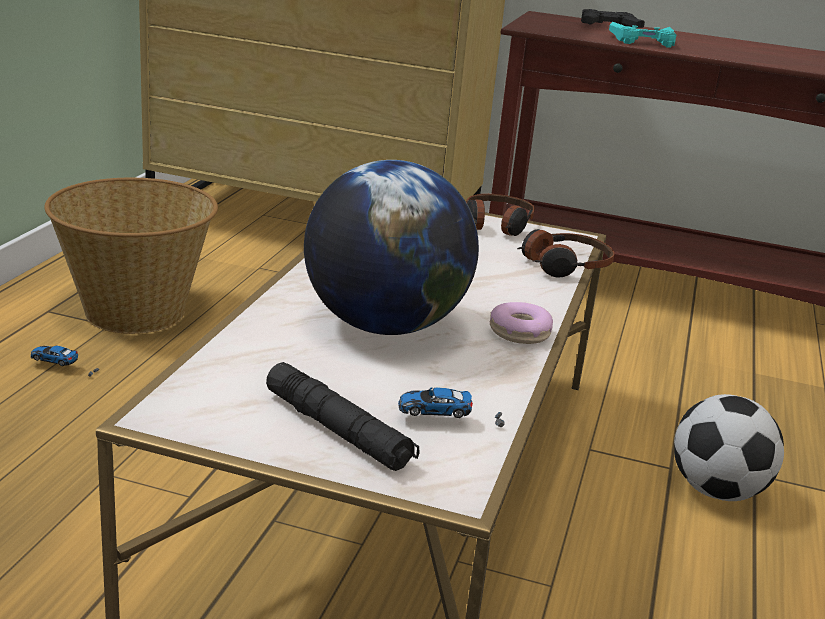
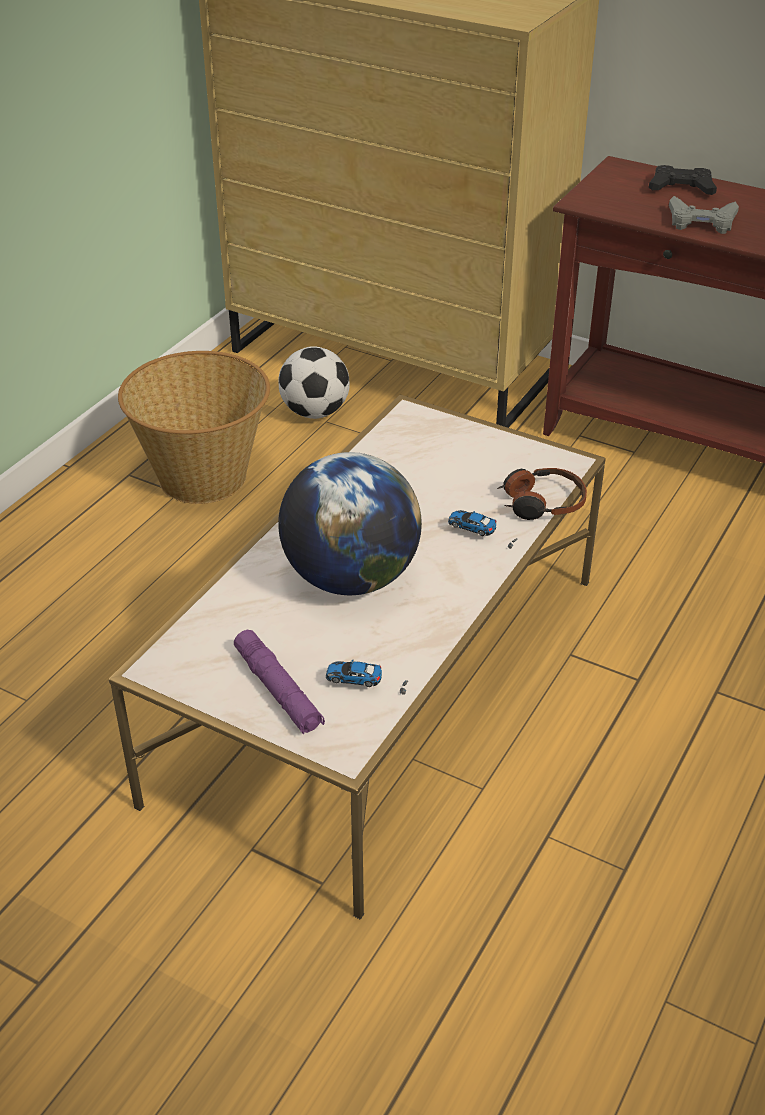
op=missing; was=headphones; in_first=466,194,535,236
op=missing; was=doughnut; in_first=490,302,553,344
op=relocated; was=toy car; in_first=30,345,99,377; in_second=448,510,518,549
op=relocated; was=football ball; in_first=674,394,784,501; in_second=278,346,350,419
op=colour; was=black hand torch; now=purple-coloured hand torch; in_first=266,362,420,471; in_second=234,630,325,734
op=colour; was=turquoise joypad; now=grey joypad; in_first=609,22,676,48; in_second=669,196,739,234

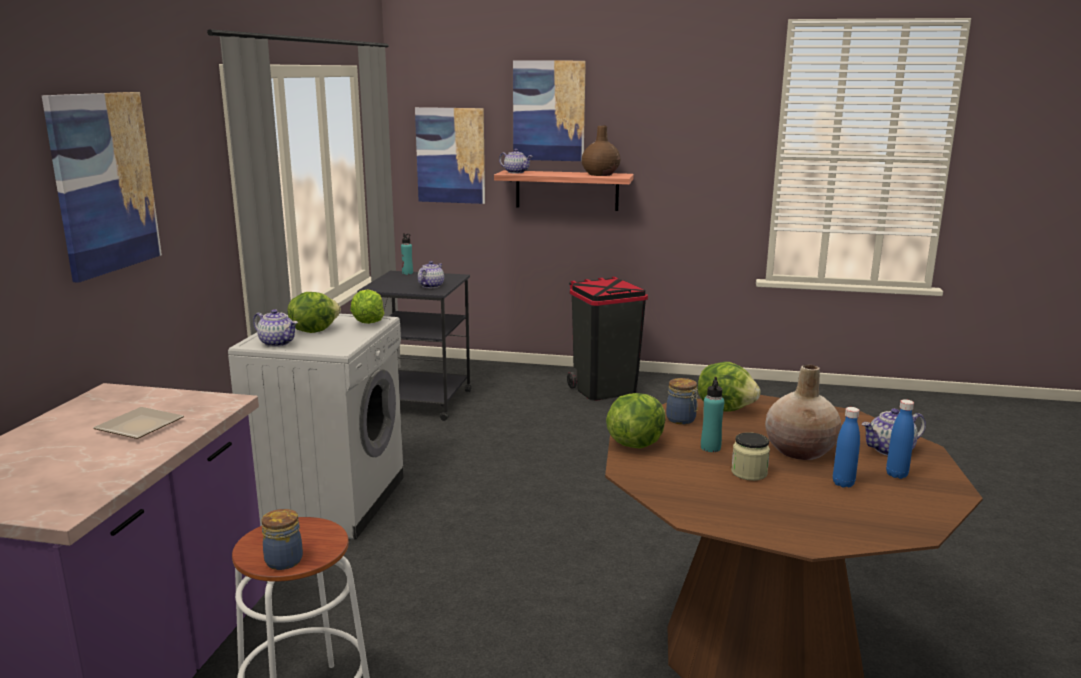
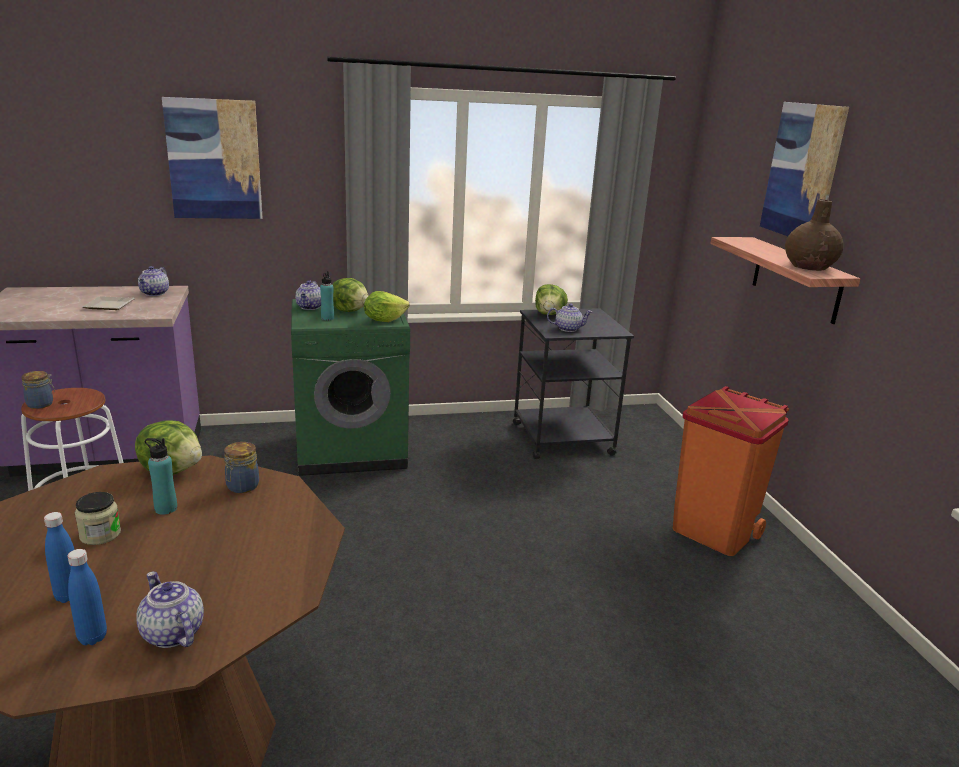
op=missing; was=wall art; in_first=415,107,485,204
op=missing; was=sand-coloured flower vase; in_first=765,365,842,460
op=relocated; was=turquoise drink bottle; in_first=401,233,413,275; in_second=320,271,334,320
op=relocated; was=tea pot; in_first=499,149,533,173; in_second=138,266,169,296
op=relocated; was=lettuce head; in_first=698,362,760,412; in_second=535,284,568,315
op=colour; was=white laundry appliance; now=green laundry appliance; in_first=228,314,404,540; in_second=291,299,410,476
op=colour; was=black trash can; now=orange trash can; in_first=567,277,648,401; in_second=673,386,789,556

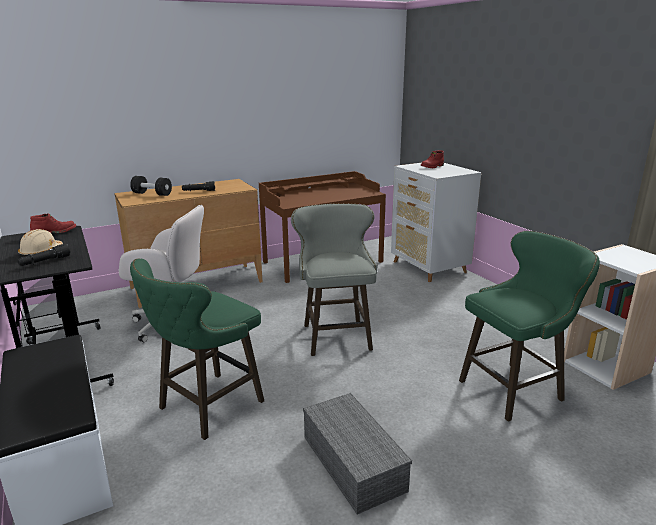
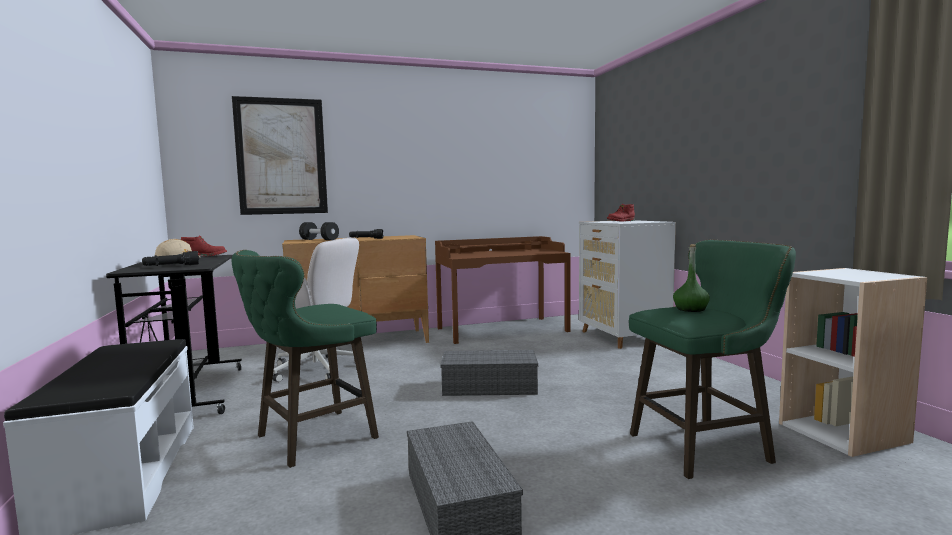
op=appeared; now=wall art; in_second=232,96,328,215
op=appeared; now=green drink bottle; in_second=673,244,710,312
op=exchanged; was=grey stool; now=grey storage container; in_first=291,203,377,356; in_second=440,350,538,396

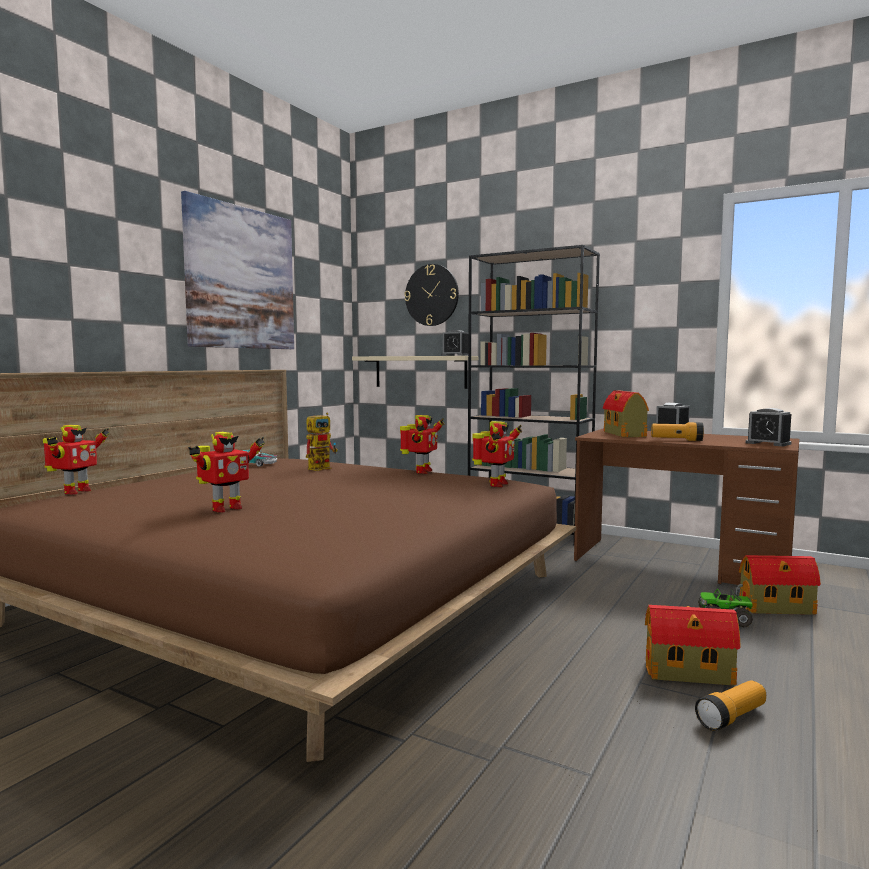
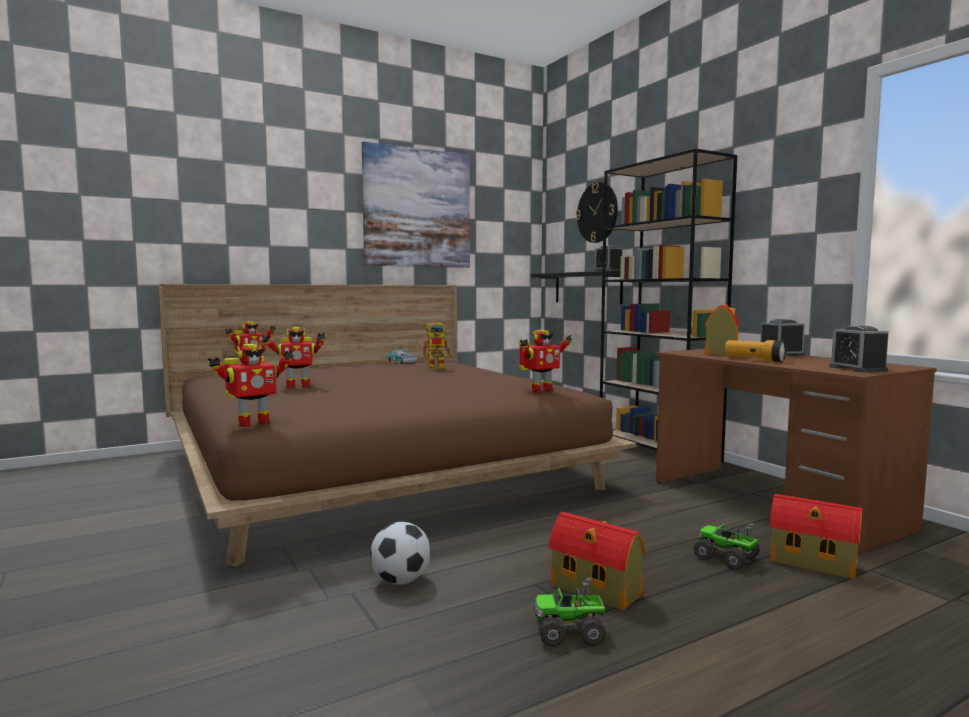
op=appeared; now=football ball; in_second=370,522,431,585
op=relocated; was=toy robot; in_first=400,415,444,474; in_second=208,344,294,427
op=exchanged; was=hand torch; now=toy truck; in_first=695,680,766,731; in_second=534,578,606,647
op=colour; was=sand-coloured wall shelf; now=black wall shelf; in_first=352,356,478,389; in_second=531,271,623,304

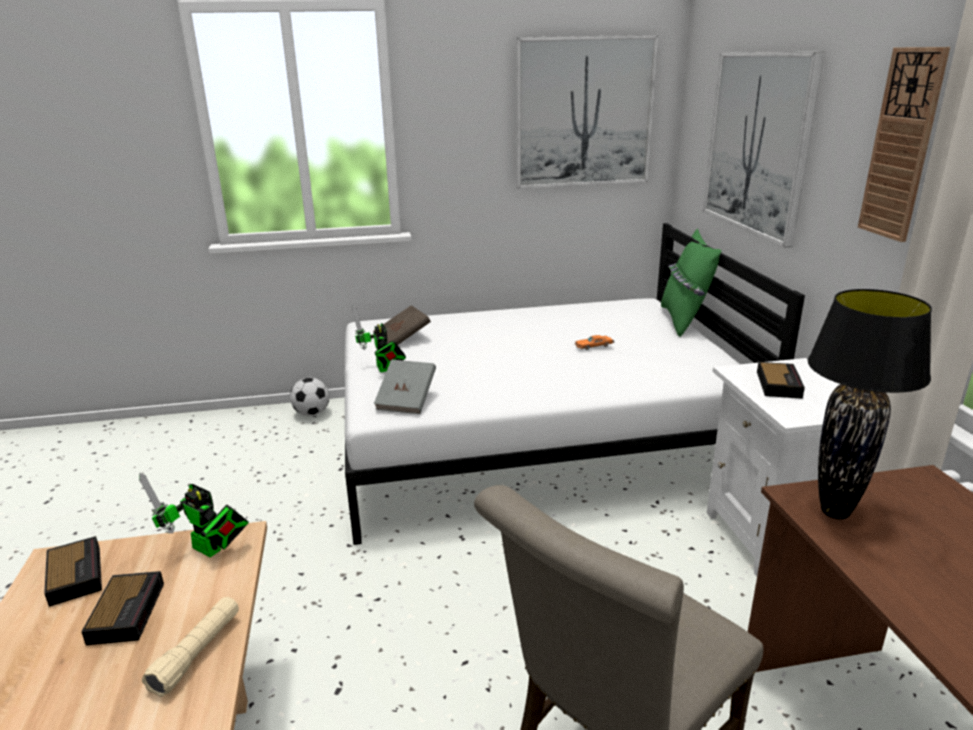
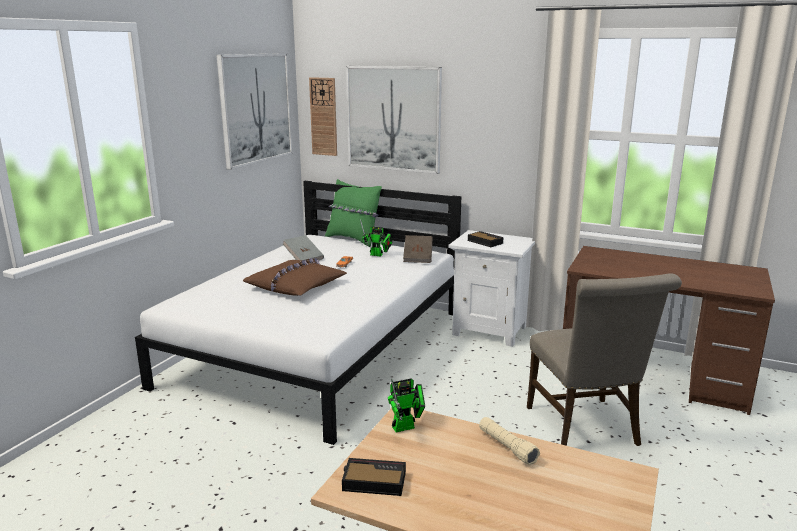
op=missing; was=bedside clock; in_first=82,571,164,645
op=missing; was=football ball; in_first=290,378,330,416
op=missing; was=black lamp for a table; in_first=808,289,932,519
op=appeared; now=brown-coloured pillow; in_second=243,258,347,296
op=relocated; was=toy robot; in_first=352,305,406,372; in_second=360,219,392,256
op=relocated; was=brown-coloured bound book; in_first=373,305,431,345; in_second=403,235,433,263
op=relocated; was=grey bound book; in_first=374,359,436,414; in_second=283,235,324,260
op=relocated; was=hanging clock; in_first=858,47,950,242; in_second=309,77,337,156

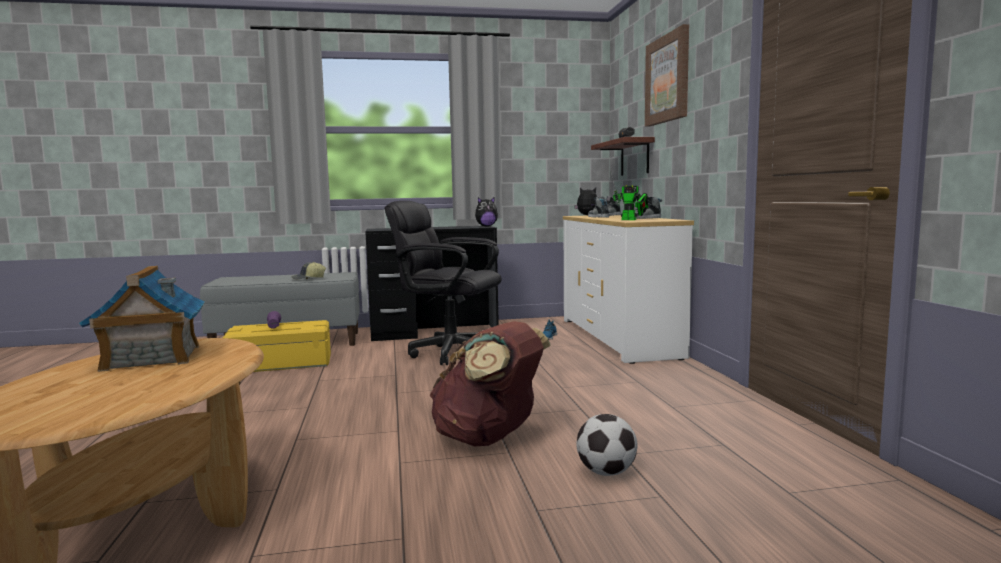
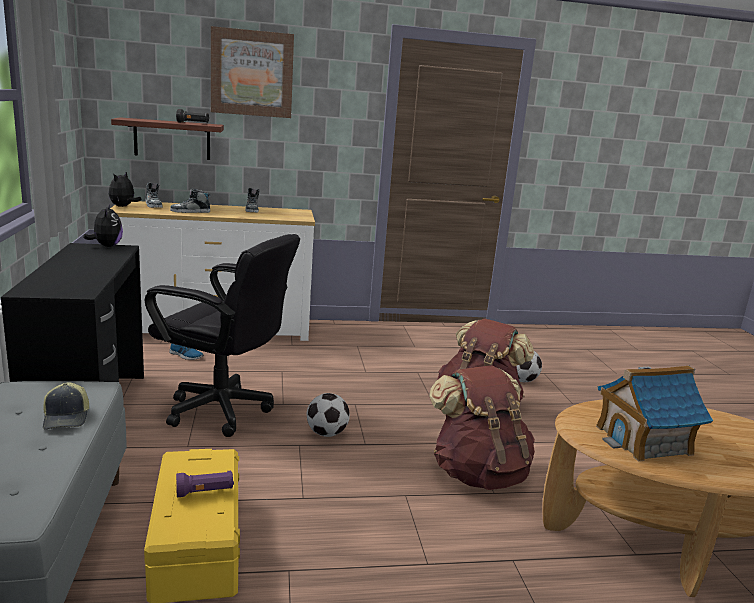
op=missing; was=toy robot; in_first=611,173,649,220
op=appeared; now=football ball; in_second=307,393,350,437
op=appeared; now=brown-coloured backpack; in_second=429,365,535,490
op=spun; was=black desk chair; in_first=385,201,502,365; in_second=145,234,300,437; clockwise=-90

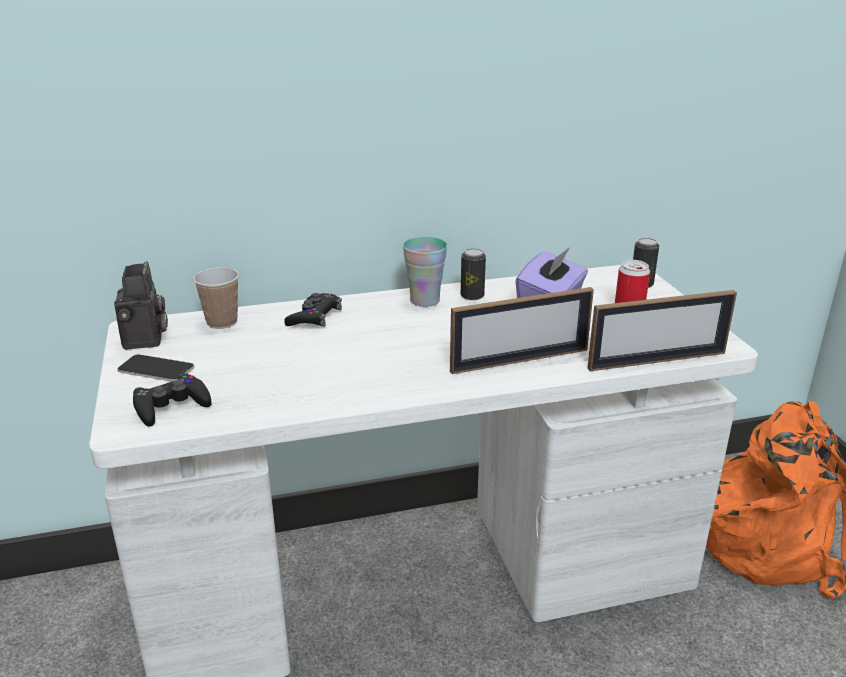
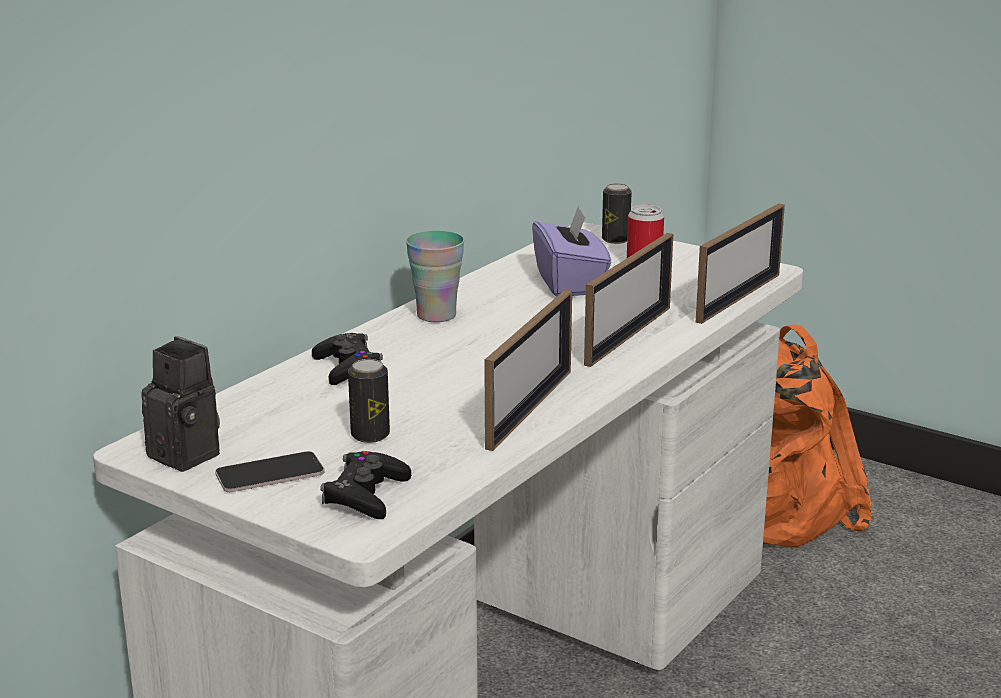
op=missing; was=small cup; in_first=193,267,239,329
op=appeared; now=standing frame; in_second=484,290,572,451
op=relocated; was=can; in_first=461,248,486,300; in_second=348,359,390,443

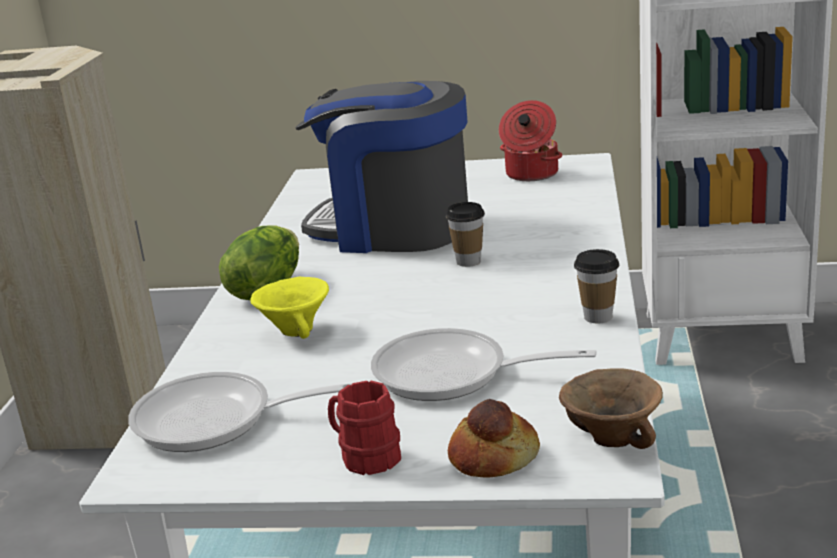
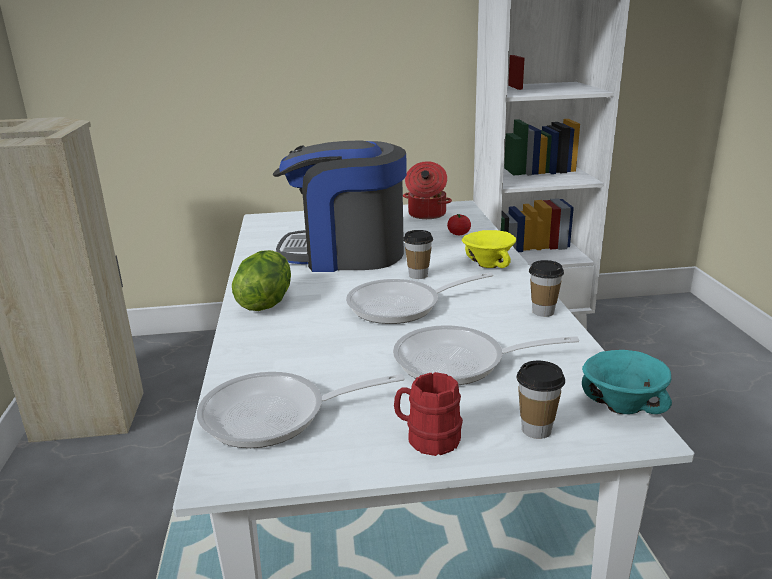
op=appeared; now=pan; in_second=346,272,493,324
op=appeared; now=tomato; in_second=447,214,471,235
op=relocated; was=yellow-coloured bowl; in_first=250,277,329,339; in_second=462,230,516,268
op=exchanged; was=baked bread; now=small cup; in_first=448,399,540,477; in_second=516,361,565,439
op=colour; was=brown-coloured bowl; now=turquoise bowl; in_first=559,368,663,449; in_second=582,350,672,414

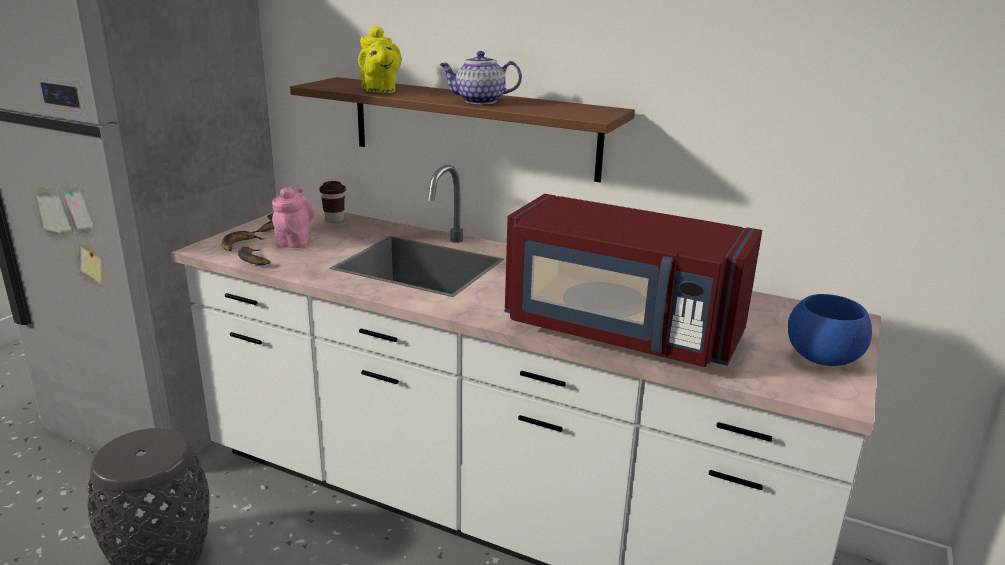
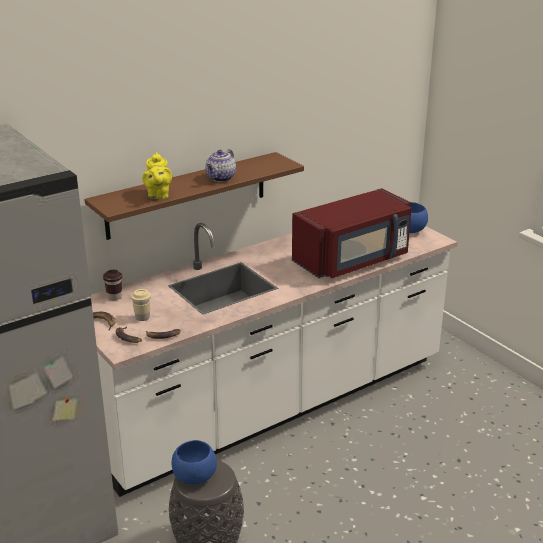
op=appeared; now=bluish bowl; in_second=172,440,217,485
op=exchanged; was=pink tea pot; now=sand-coloured small cup; in_first=272,186,315,248; in_second=131,289,151,321
op=spun; was=yellow-coloured tea pot; in_first=358,26,402,93; in_second=142,152,172,199; clockwise=75

